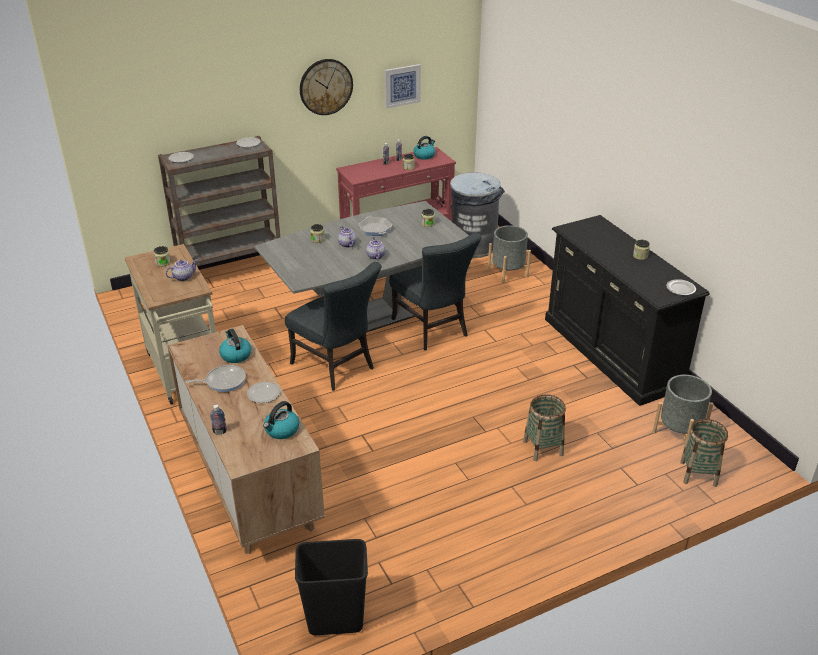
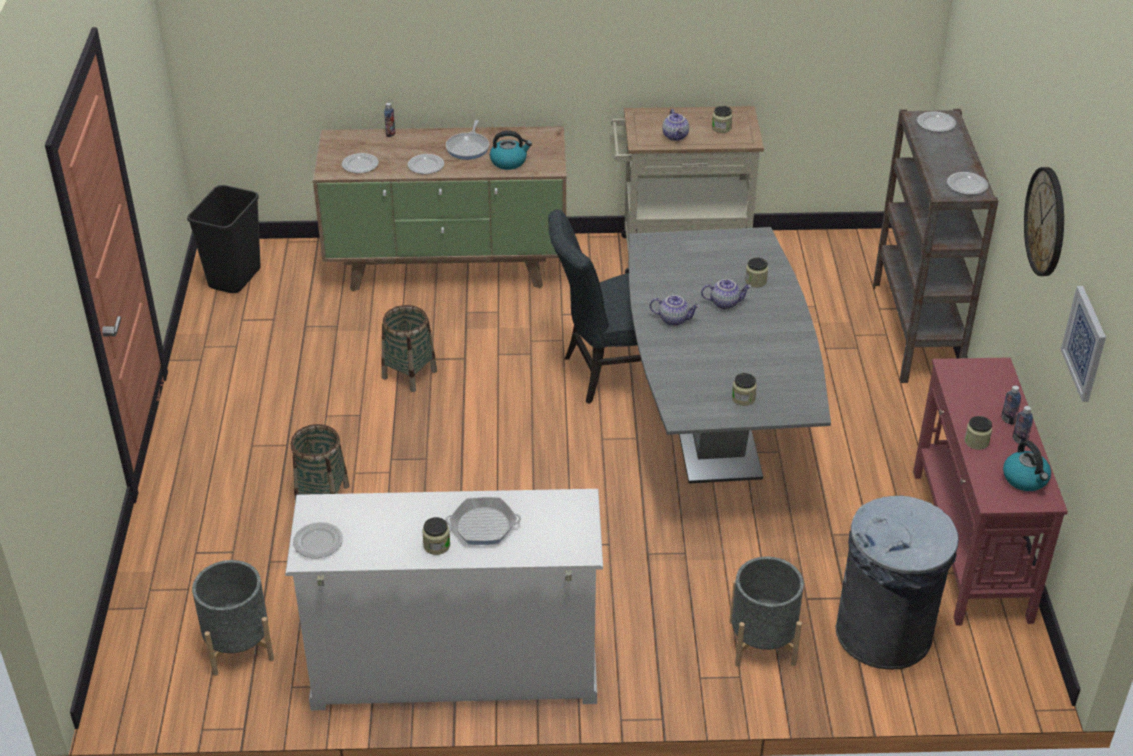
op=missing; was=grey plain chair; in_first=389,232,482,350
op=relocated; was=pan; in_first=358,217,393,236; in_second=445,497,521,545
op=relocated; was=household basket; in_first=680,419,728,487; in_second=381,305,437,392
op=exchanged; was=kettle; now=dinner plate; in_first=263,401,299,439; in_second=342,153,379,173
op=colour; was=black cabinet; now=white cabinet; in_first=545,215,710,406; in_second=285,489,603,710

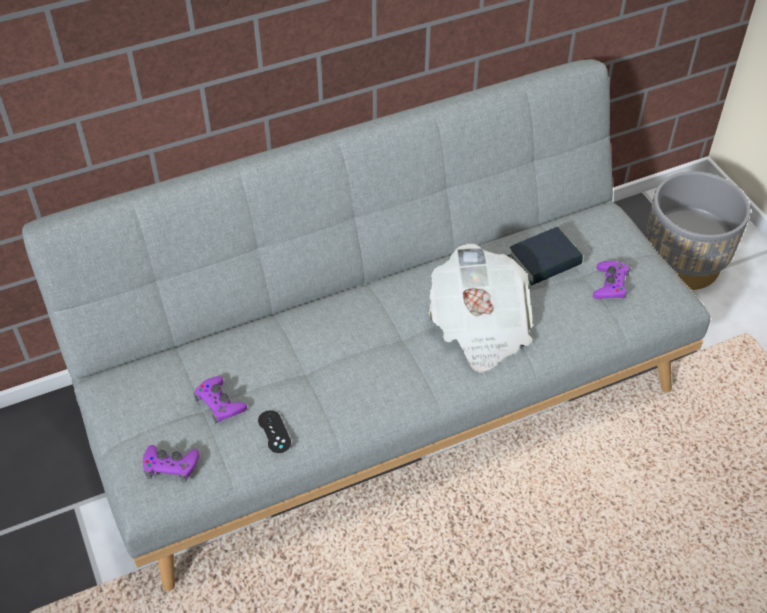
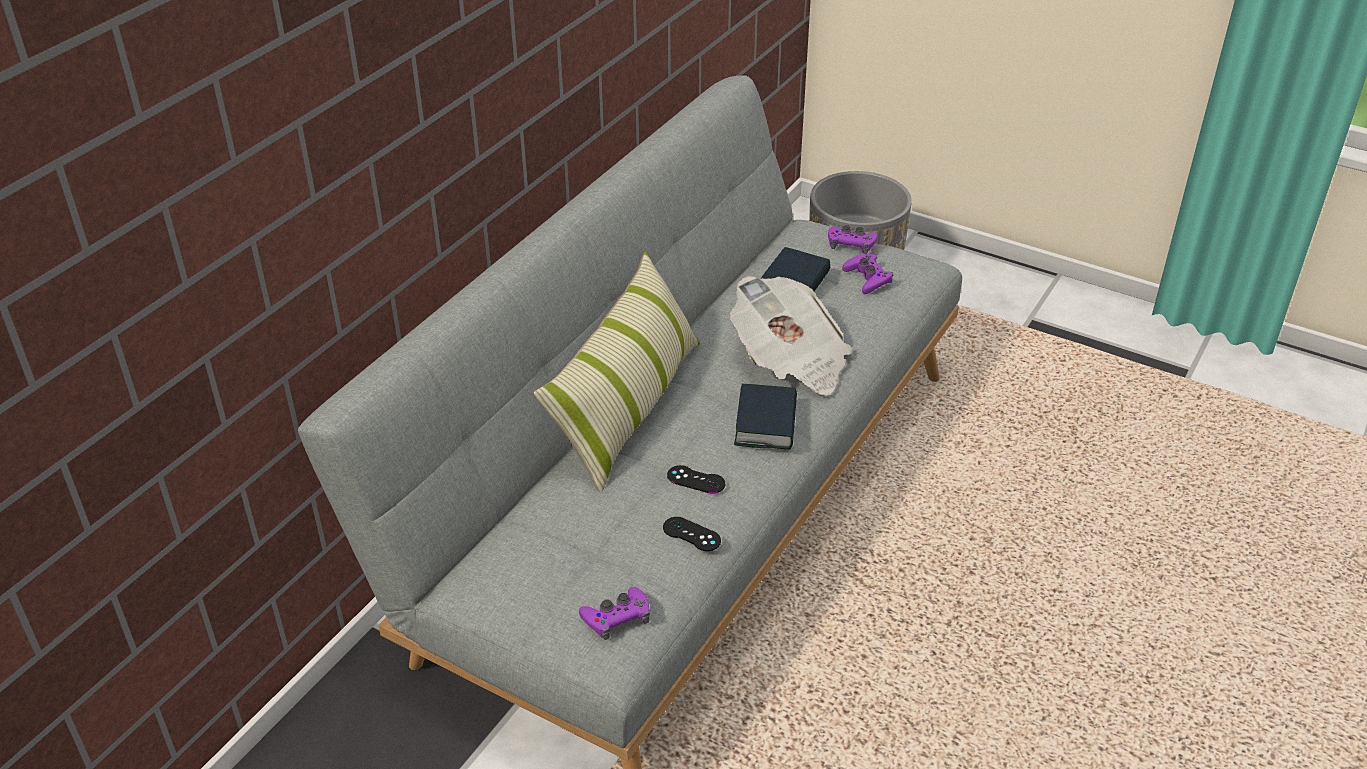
op=appeared; now=pillow; in_second=533,252,700,492
op=appeared; now=black joypad; in_second=667,465,725,494
op=appeared; now=bound book; in_second=734,384,797,450
op=relocated; was=purple-coloured joypad; in_first=193,376,247,423; in_second=828,225,878,254

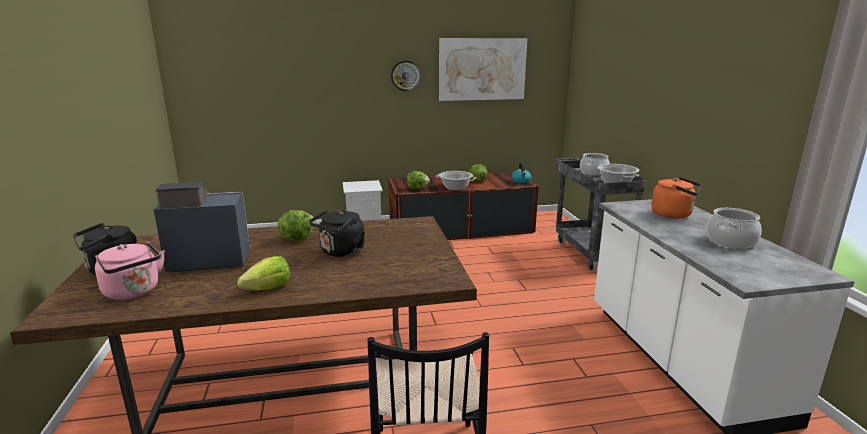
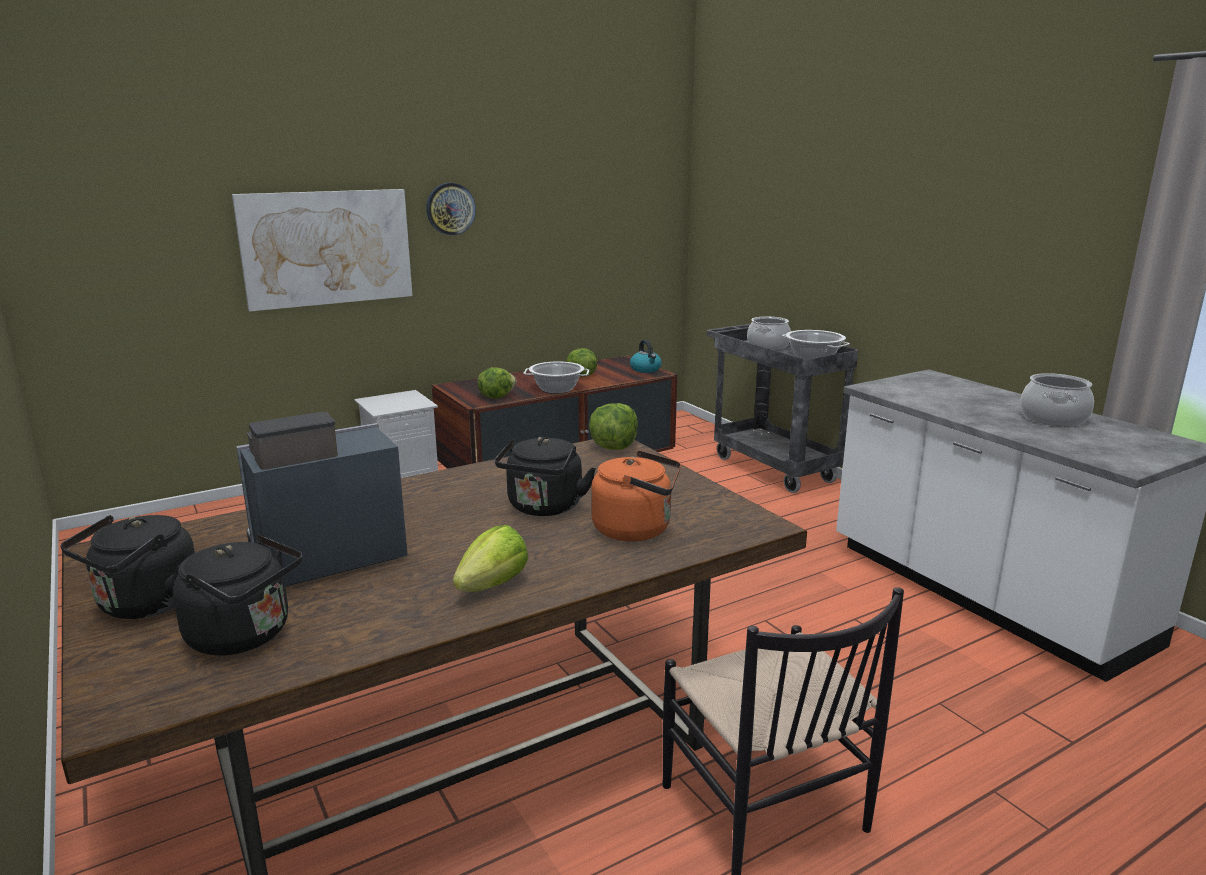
op=relocated; was=lettuce head; in_first=277,210,316,241; in_second=589,403,638,450
op=relocated; was=wall art; in_first=439,38,527,101; in_second=232,189,413,311
op=relocated; was=orange kettle; in_first=651,177,702,219; in_second=591,450,681,542
op=colour; was=pink kettle; now=black kettle; in_first=95,241,165,300; in_second=173,534,302,655

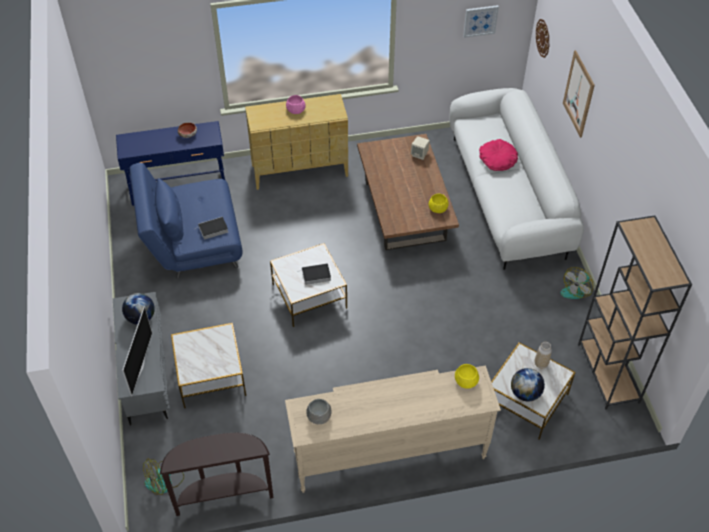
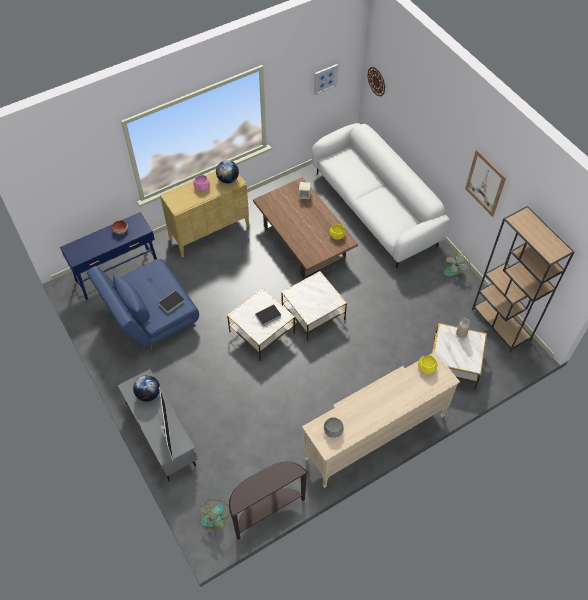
op=missing; was=pink pillow; in_first=479,139,518,171
op=relocated; was=accent table; in_first=171,323,246,408; in_second=281,271,347,341
op=relocated; was=globe; in_first=511,368,545,401; in_second=216,160,239,183
op=relocated; was=wall art; in_first=563,50,595,138; in_second=465,150,506,217

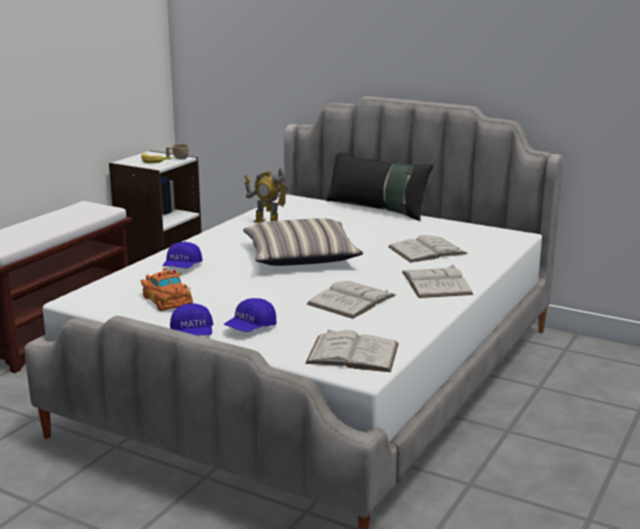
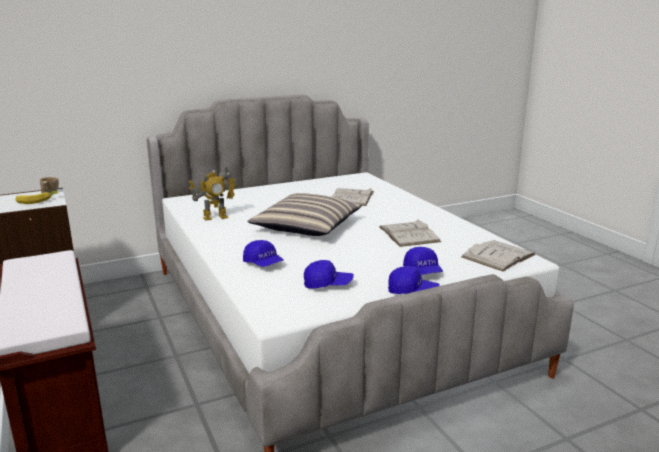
op=missing; was=black pillow; in_first=326,152,434,221
op=missing; was=white bound book; in_first=402,265,473,298
op=exchanged; was=orange toy car; now=bluish baseball cap; in_first=141,268,193,311; in_second=304,260,354,289

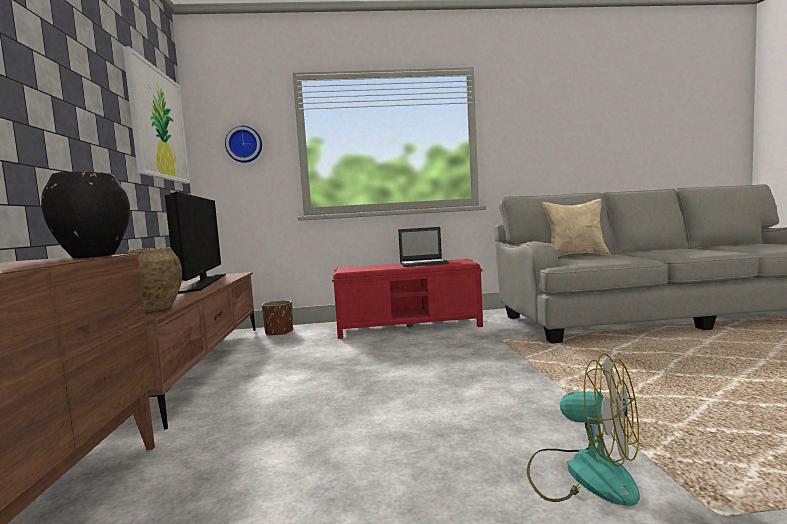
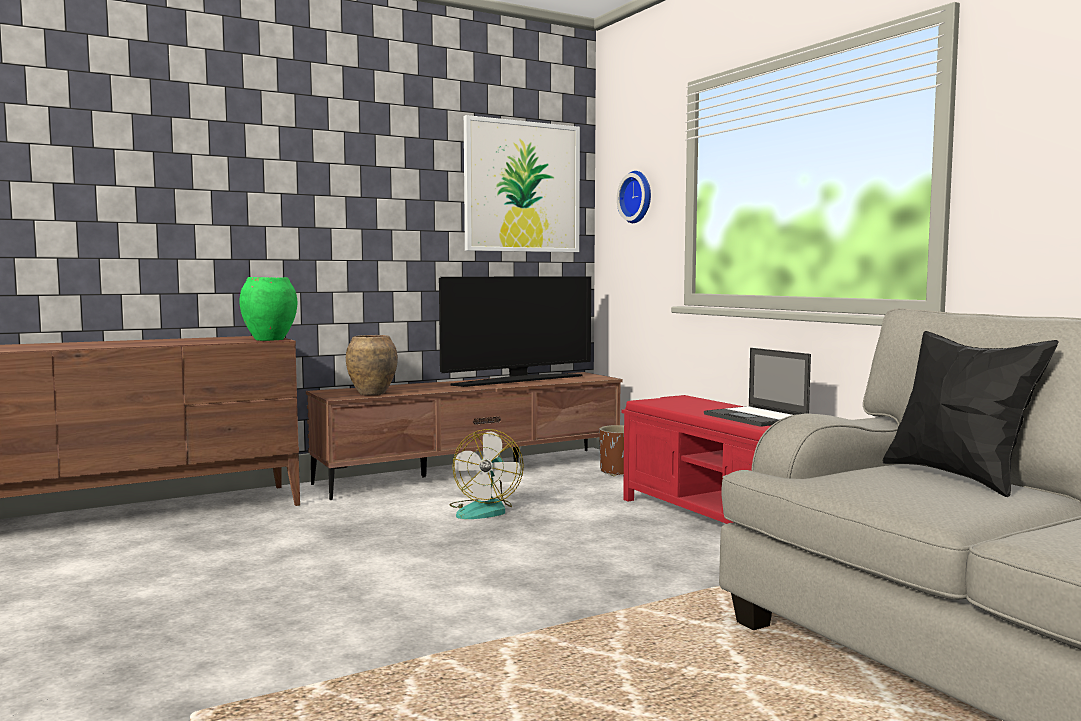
op=relocated; was=fan; in_first=527,354,640,506; in_second=449,429,524,519
op=colour; was=black flower vase; now=green flower vase; in_first=41,171,130,258; in_second=240,277,297,341
op=colour; was=sand-coloured pillow; now=black pillow; in_first=542,198,610,256; in_second=882,331,1058,497

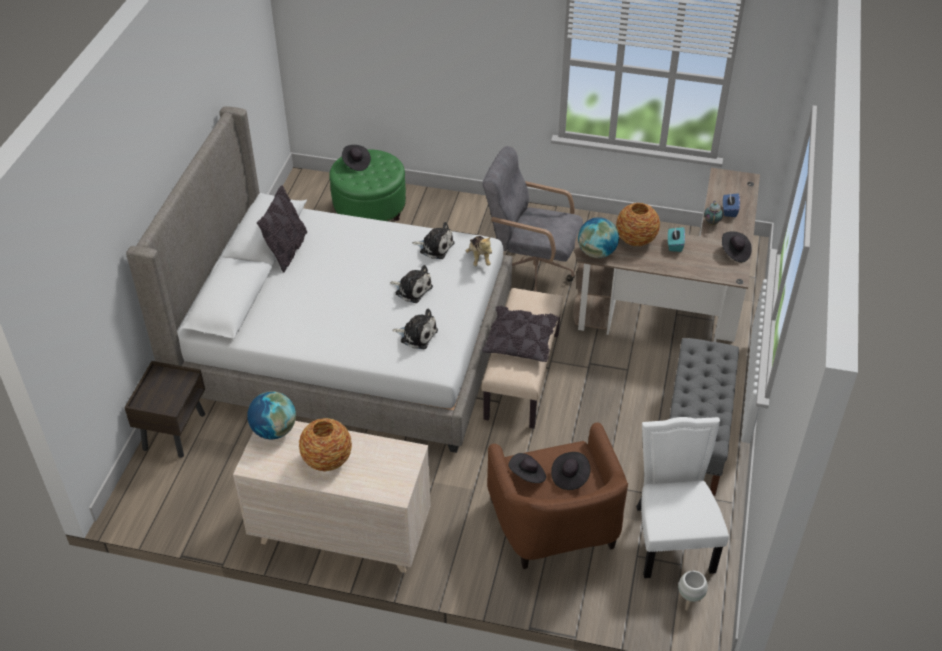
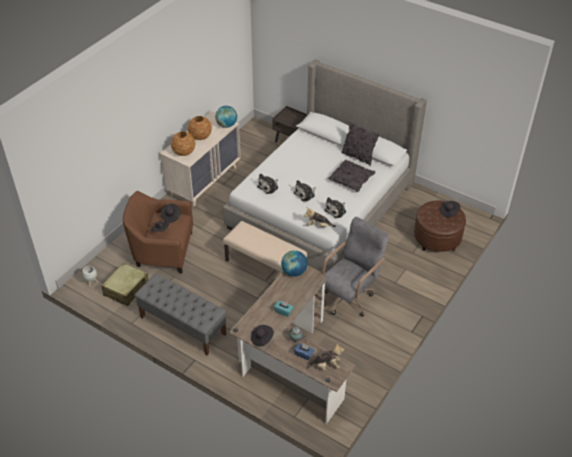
op=appeared; now=plush toy; in_second=307,344,344,370
op=relocated; was=black pillow; in_first=482,305,559,362; in_second=328,159,375,192
op=relocated; was=flower vase; in_first=616,203,660,246; in_second=171,131,195,156
op=exchanged; was=white plain chair; now=sand-coloured travel case; in_first=636,417,729,578; in_second=101,263,149,306
op=colour; was=green ottoman; now=brown-coloured ottoman; in_first=329,149,406,221; in_second=414,201,466,252

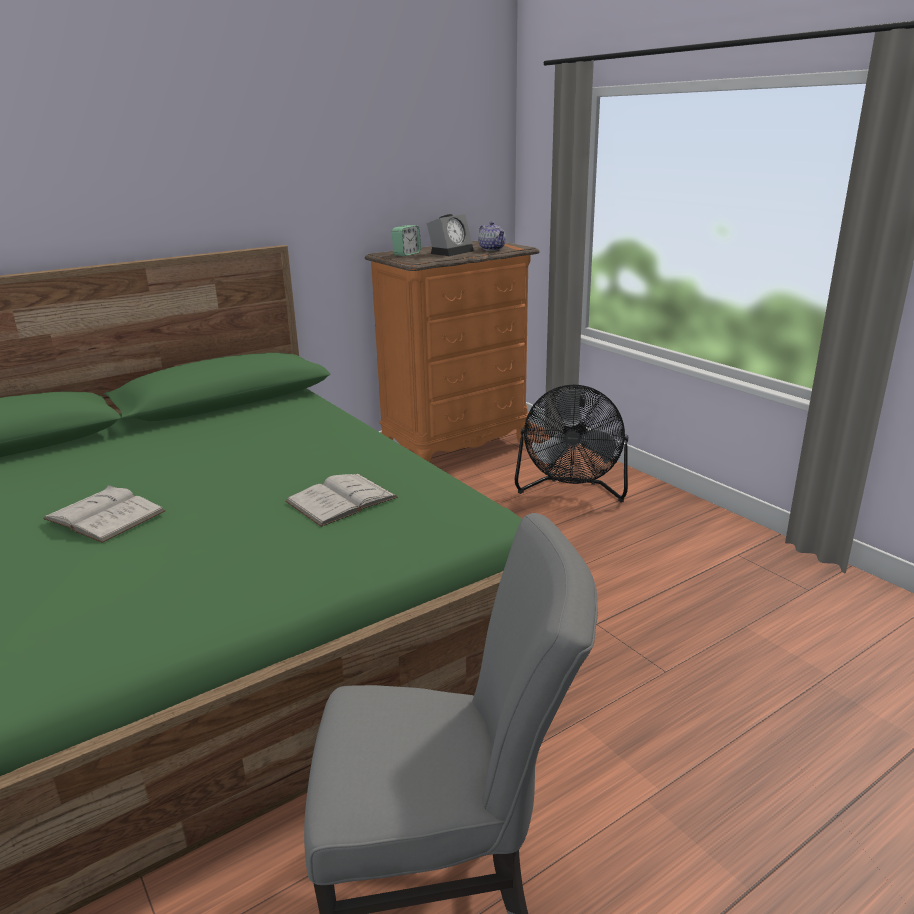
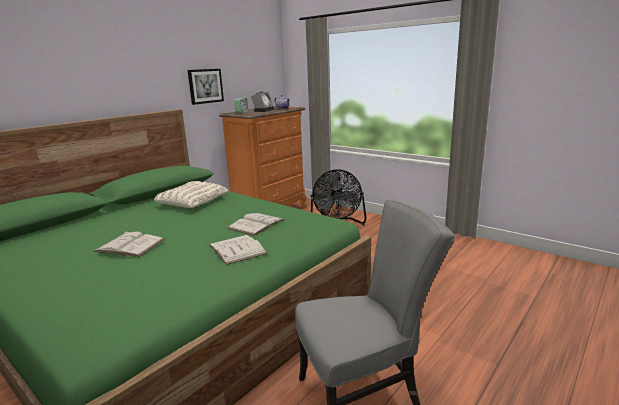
op=appeared; now=sand-coloured pillow; in_second=154,181,228,208
op=appeared; now=wall art; in_second=187,69,224,105
op=appeared; now=white bound book; in_second=209,235,267,265

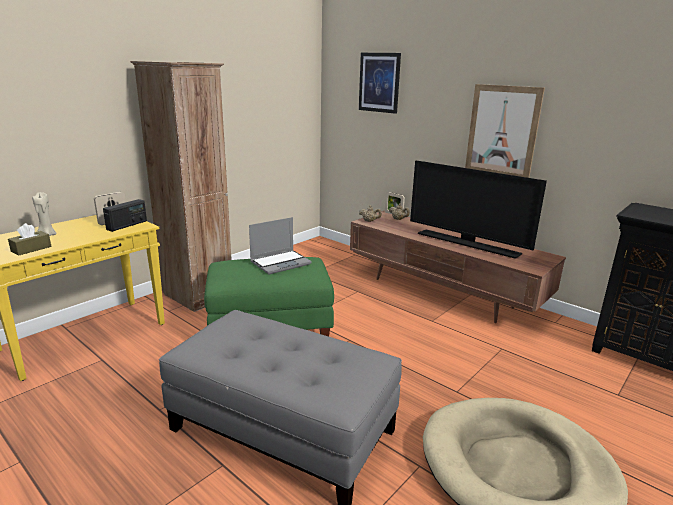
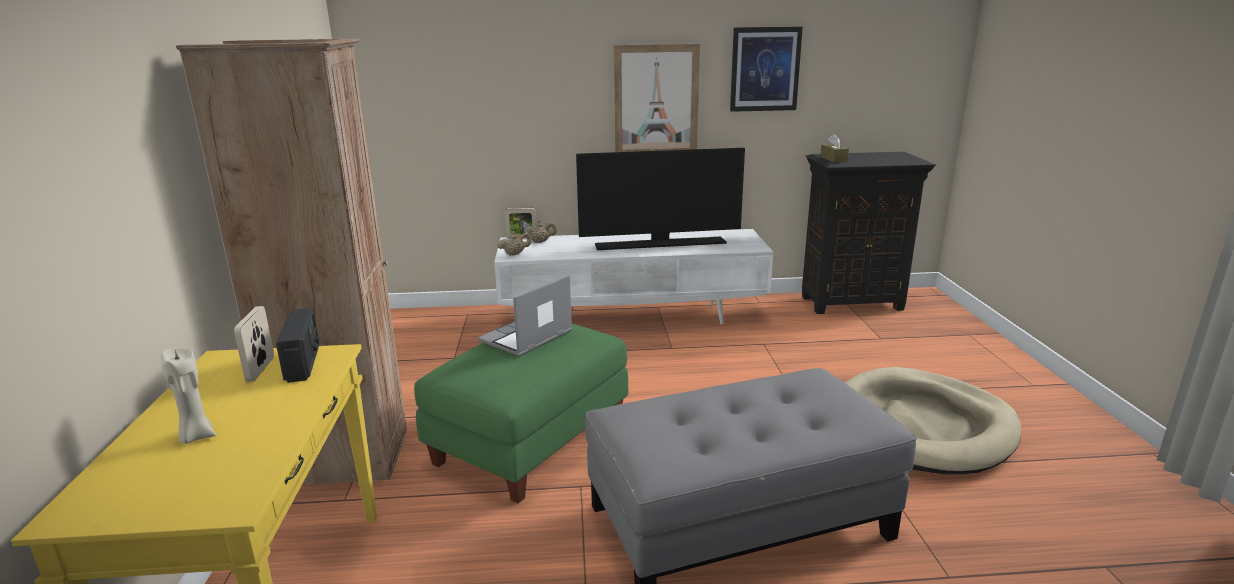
op=relocated; was=brown-coloured tissue box; in_first=8,223,51,255; in_second=820,134,849,163
op=relocated; was=wall art; in_first=359,53,401,114; in_second=730,27,803,112
op=colour; was=brown-coloured tv unit; now=white tv unit; in_first=350,211,566,323; in_second=494,229,773,325
op=spun; was=laptop; in_first=249,217,312,275; in_second=478,275,572,357; clockwise=-150

